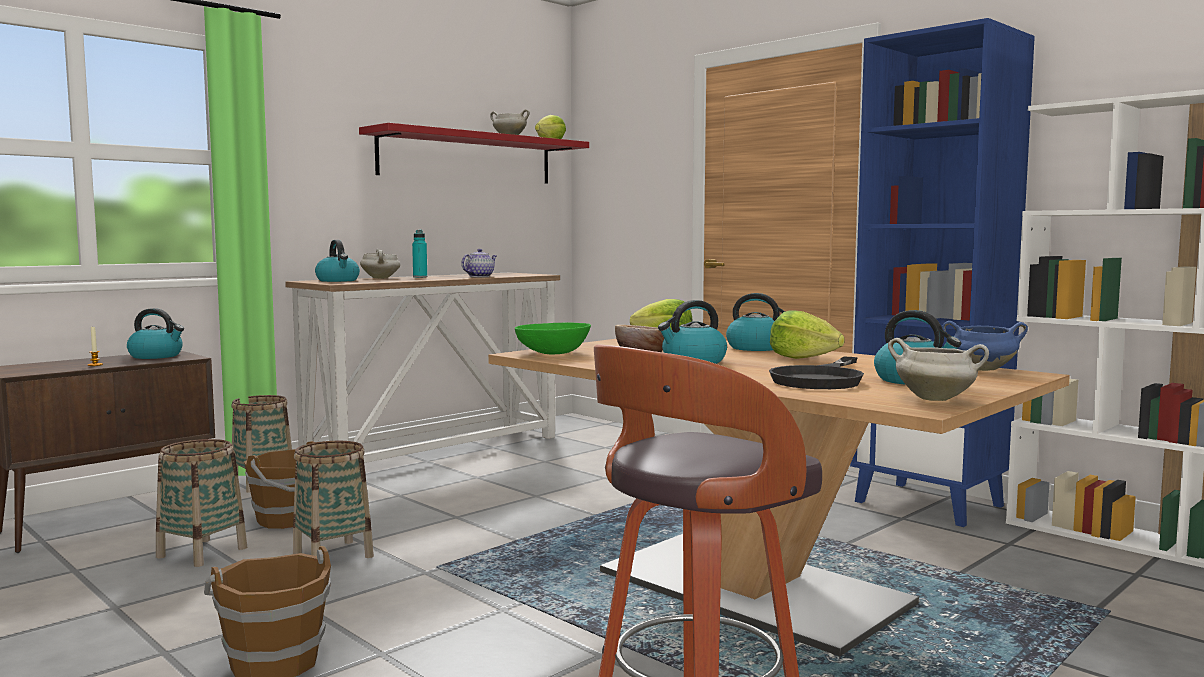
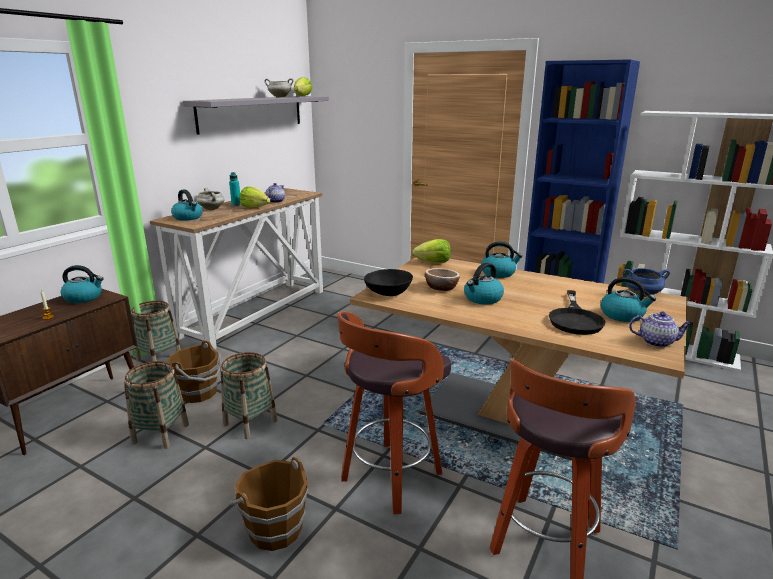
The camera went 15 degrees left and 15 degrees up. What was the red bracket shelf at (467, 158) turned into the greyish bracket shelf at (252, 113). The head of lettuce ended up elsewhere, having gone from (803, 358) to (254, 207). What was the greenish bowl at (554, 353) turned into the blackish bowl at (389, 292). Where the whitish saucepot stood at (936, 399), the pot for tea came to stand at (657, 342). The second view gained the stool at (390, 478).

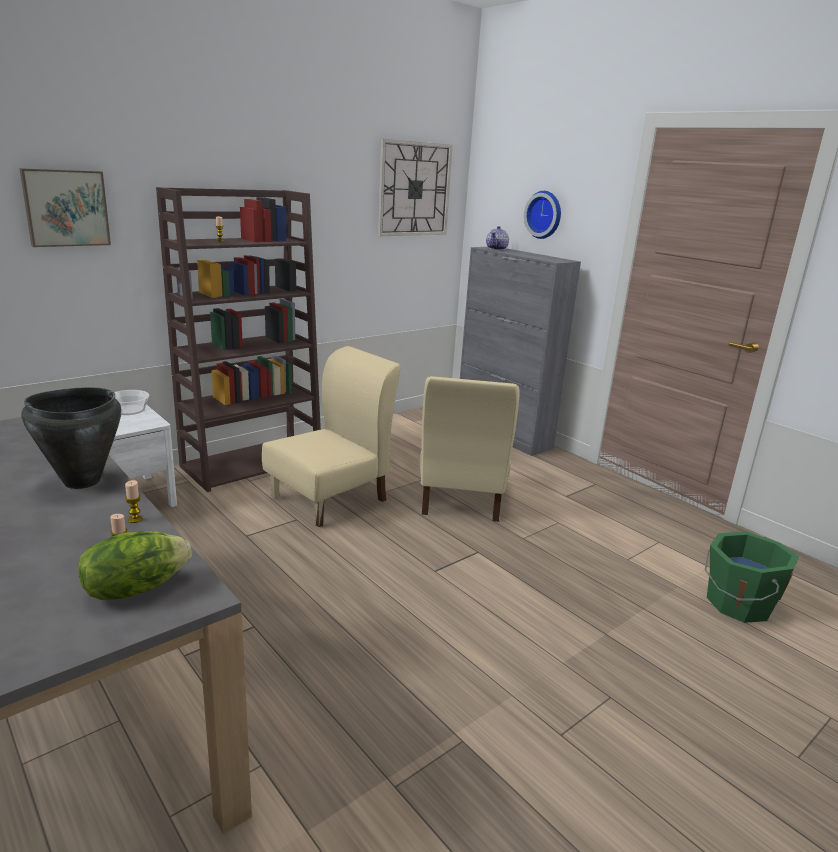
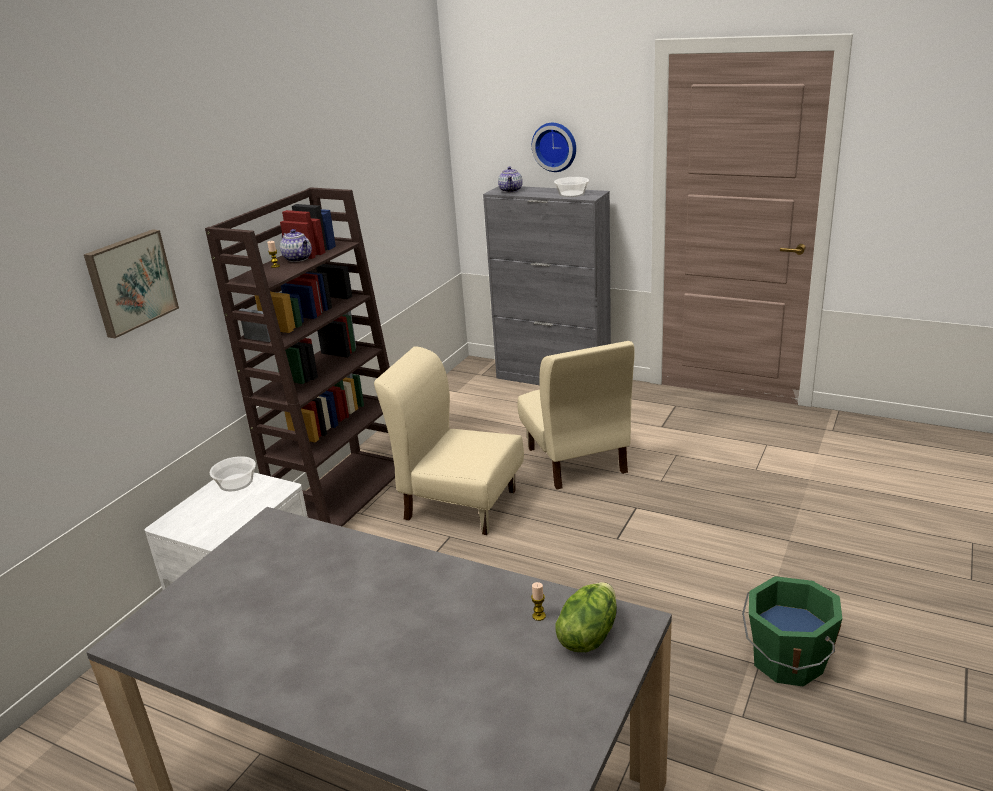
The camera went 20 degrees left and 5 degrees up. The second view lost the hanging clock at (414, 189). The beige-coloured plain chair at (330, 499) ended up facing another way, 90 degrees counterclockwise from before. The second view lost the blackish saucepot at (81, 481). The second view lost the wax light at (135, 519). The greenish water bucket ended up elsewhere, having gone from (737, 604) to (787, 661). The second view gained the bowl at (572, 194). The second view gained the pot for tea at (298, 259).

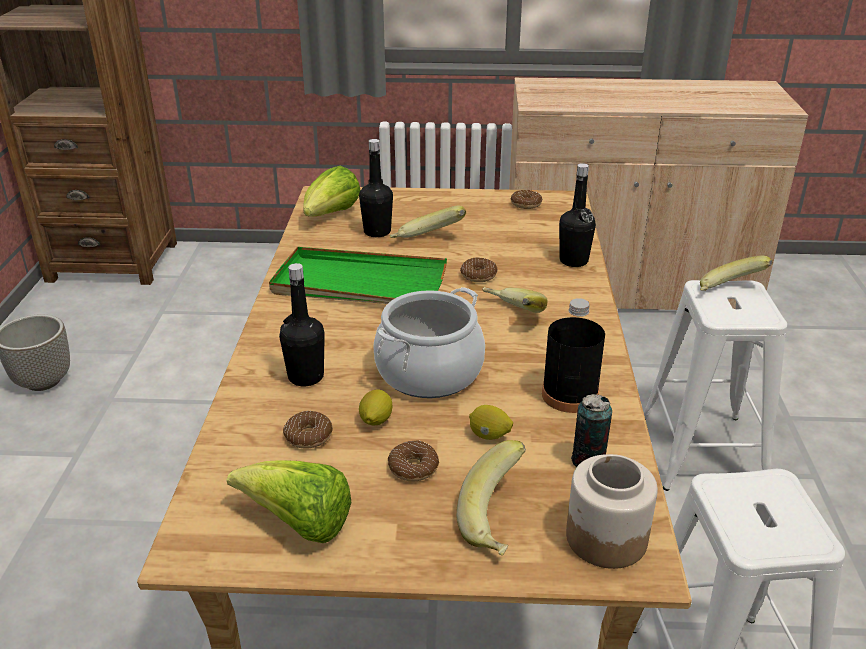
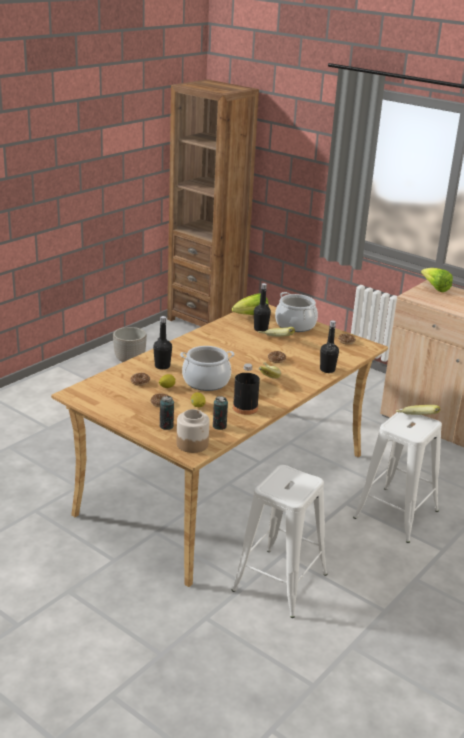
The camera went 35 degrees right and 5 degrees down. The second view lost the greenish tray at (358, 284). Where the banana fruit stood at (499, 521), the metal can came to stand at (166, 426). The head of lettuce ended up elsewhere, having gone from (298, 524) to (435, 288). The second view gained the saucepot at (295, 325).

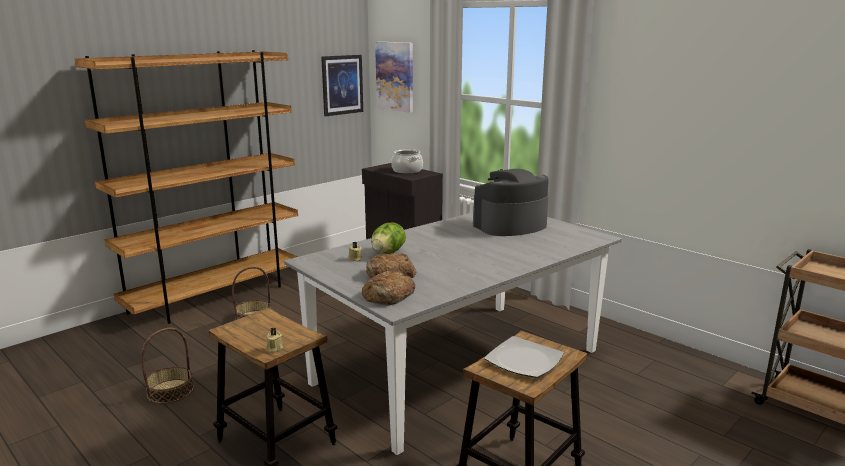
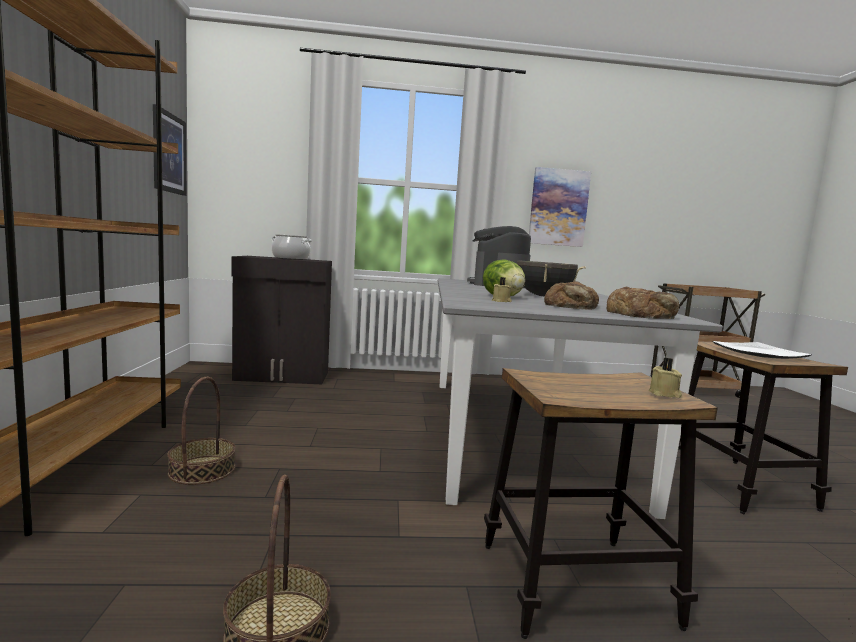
The camera went 50 degrees left and 10 degrees down. The picture ended up elsewhere, having gone from (395, 76) to (558, 207). The second view gained the blackish saucepot at (543, 296).

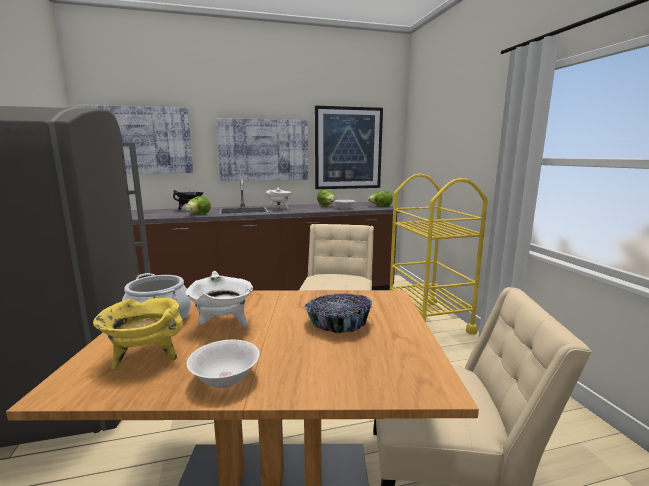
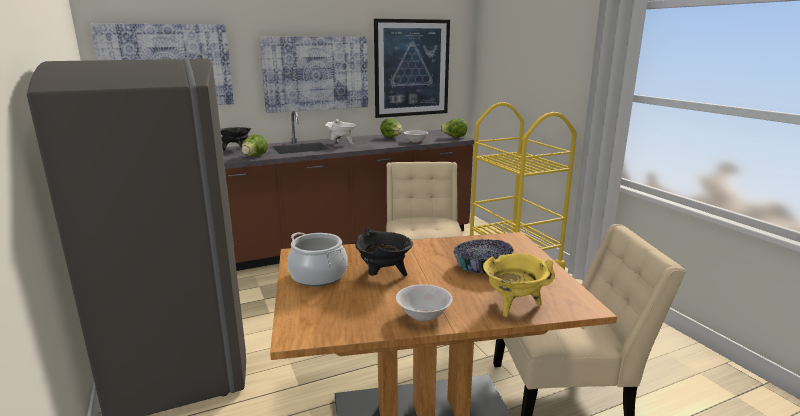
The camera went 10 degrees left and 5 degrees up. What was the whitish saucepot at (223, 326) turned into the blackish saucepot at (383, 276). The yellow saucepot ended up elsewhere, having gone from (145, 358) to (513, 306).

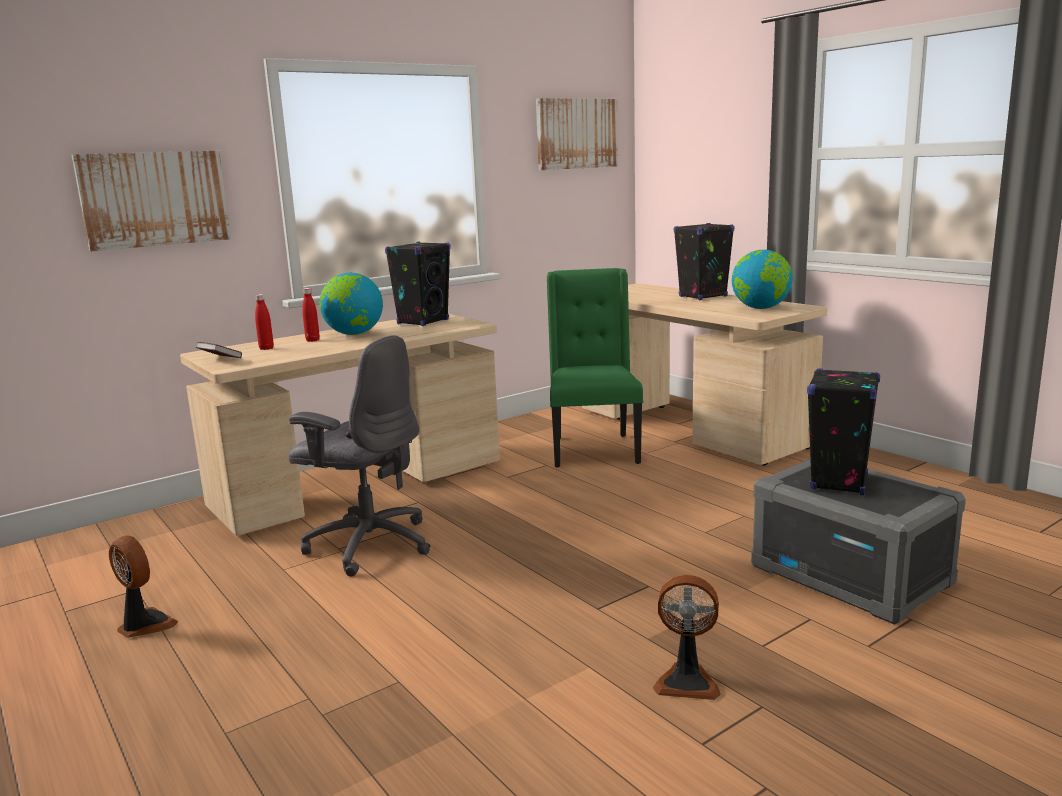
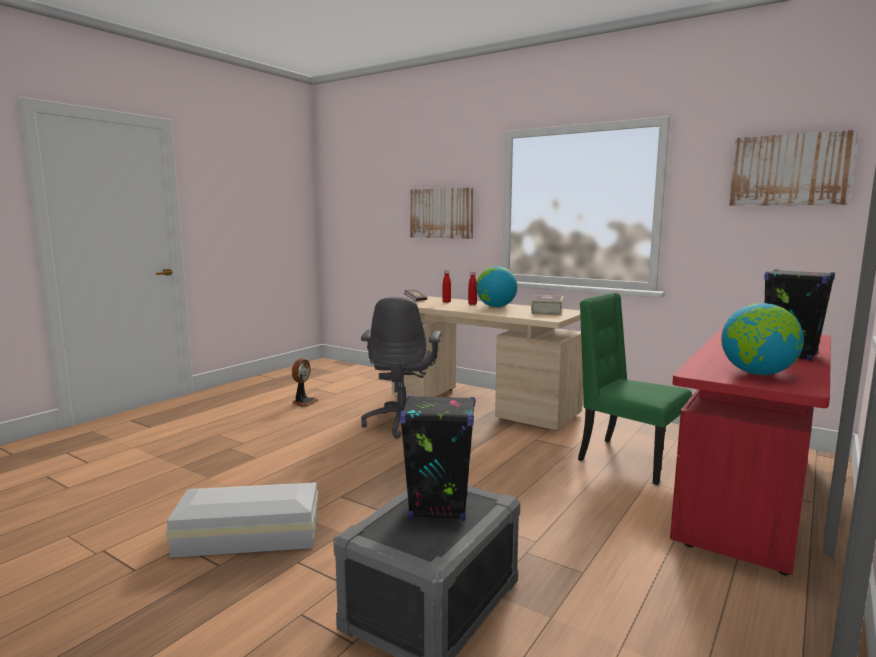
The camera went 70 degrees right and 5 degrees down. Where the blackish loudspeaker stood at (423, 322), the book came to stand at (547, 311). The greenish plain chair at (593, 450) ended up facing another way, 120 degrees counterclockwise from before. What was the beige-coloured desk at (689, 429) turned into the red desk at (748, 496). Where the electric fan stood at (687, 681), the whitish storage container came to stand at (250, 535).

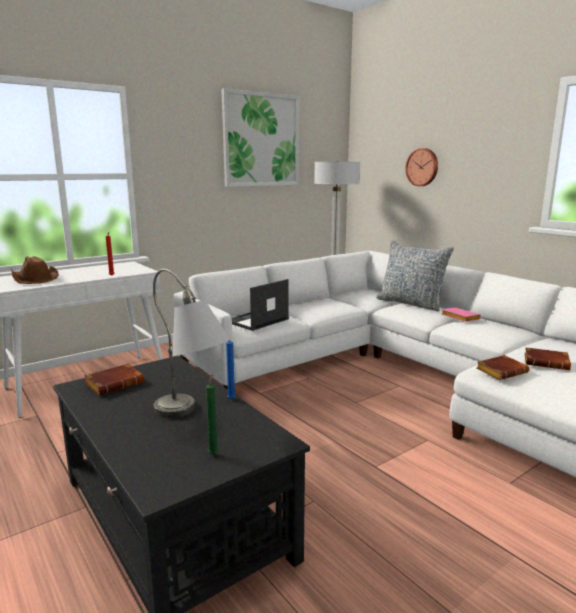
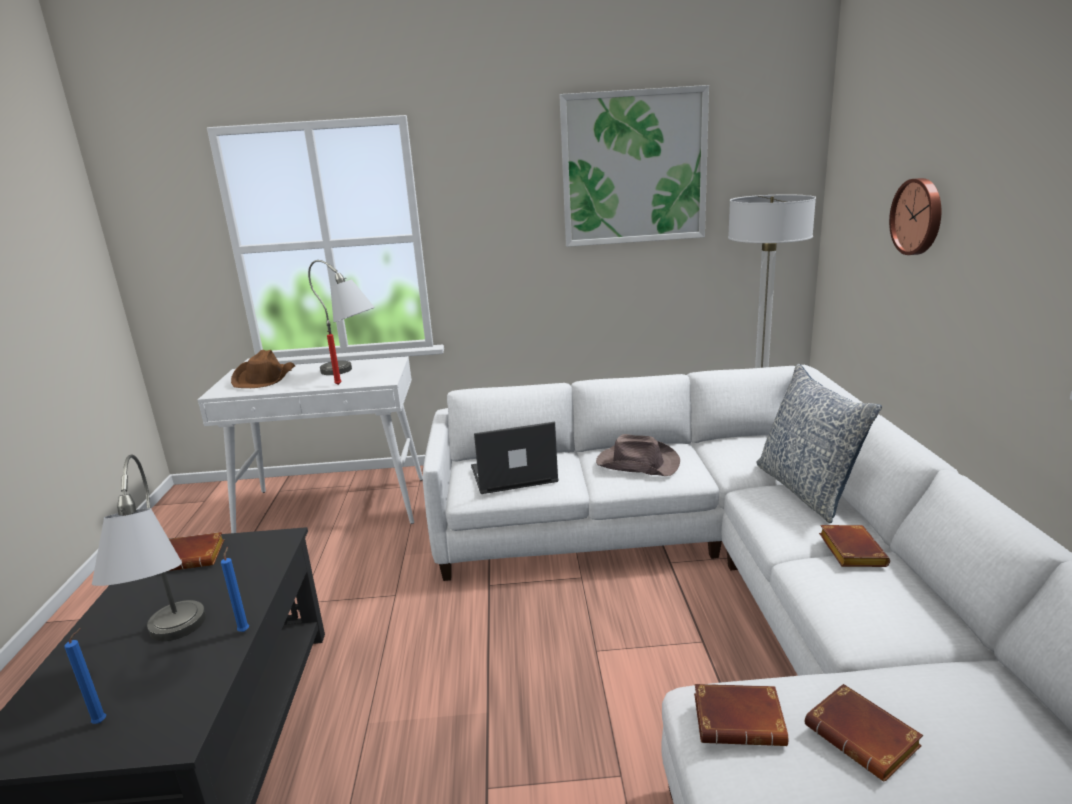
The camera went 35 degrees right and 5 degrees up. What was the pinkish book at (458, 317) turned into the brown-coloured book at (849, 550). What was the greenish wax light at (214, 453) turned into the blue wax light at (102, 721). The second view gained the greyish lamp for a table at (352, 372). The second view gained the brown-coloured wearable hat at (636, 463).

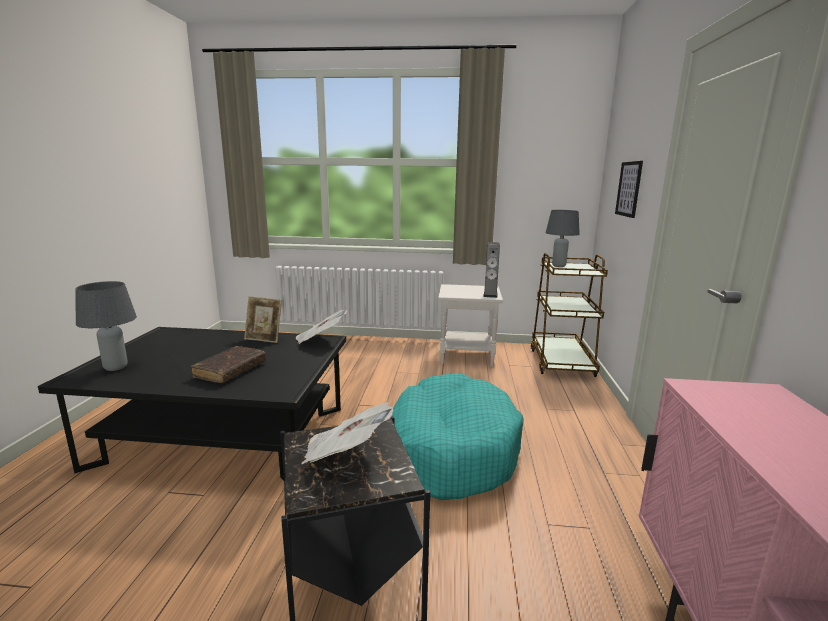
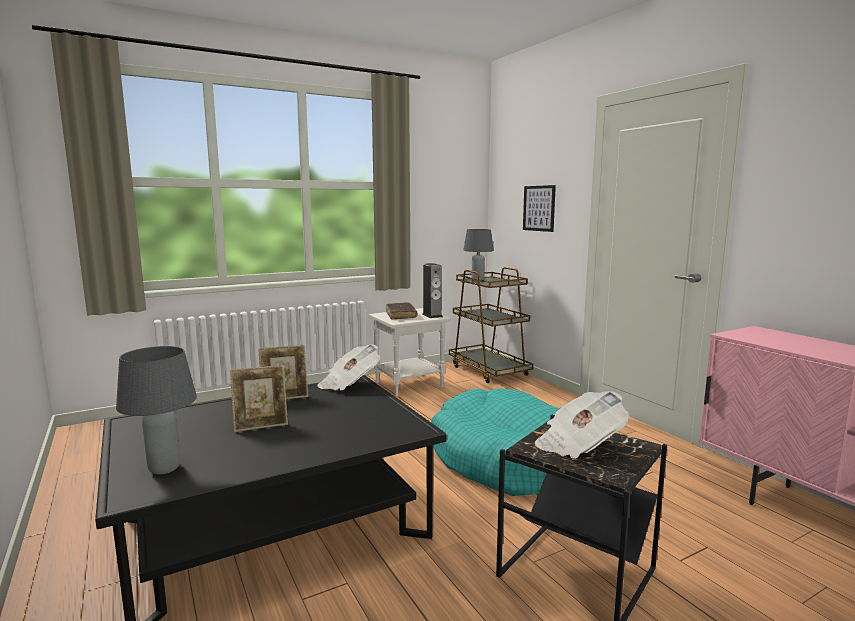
The camera went 35 degrees left and 5 degrees down. The brown-coloured book ended up elsewhere, having gone from (230, 370) to (401, 315). The second view gained the standing frame at (261, 425).

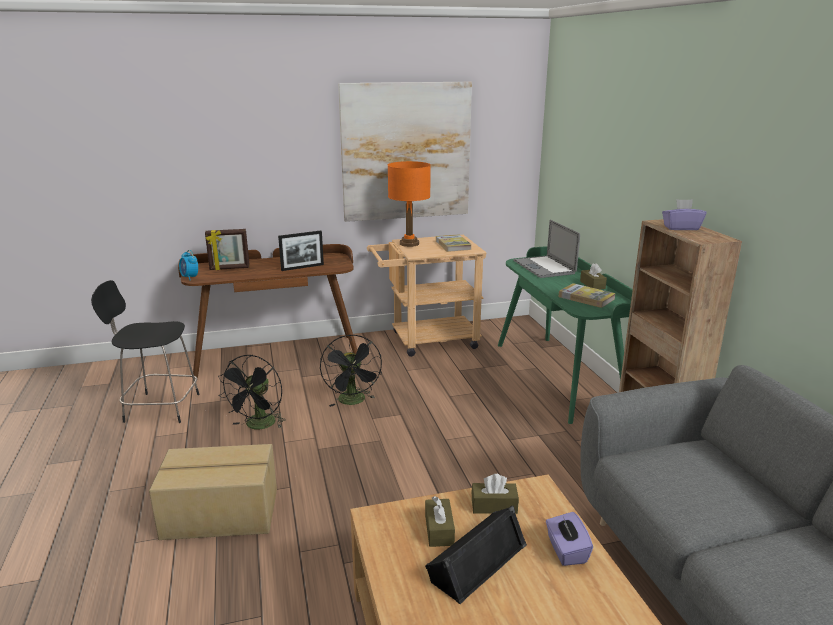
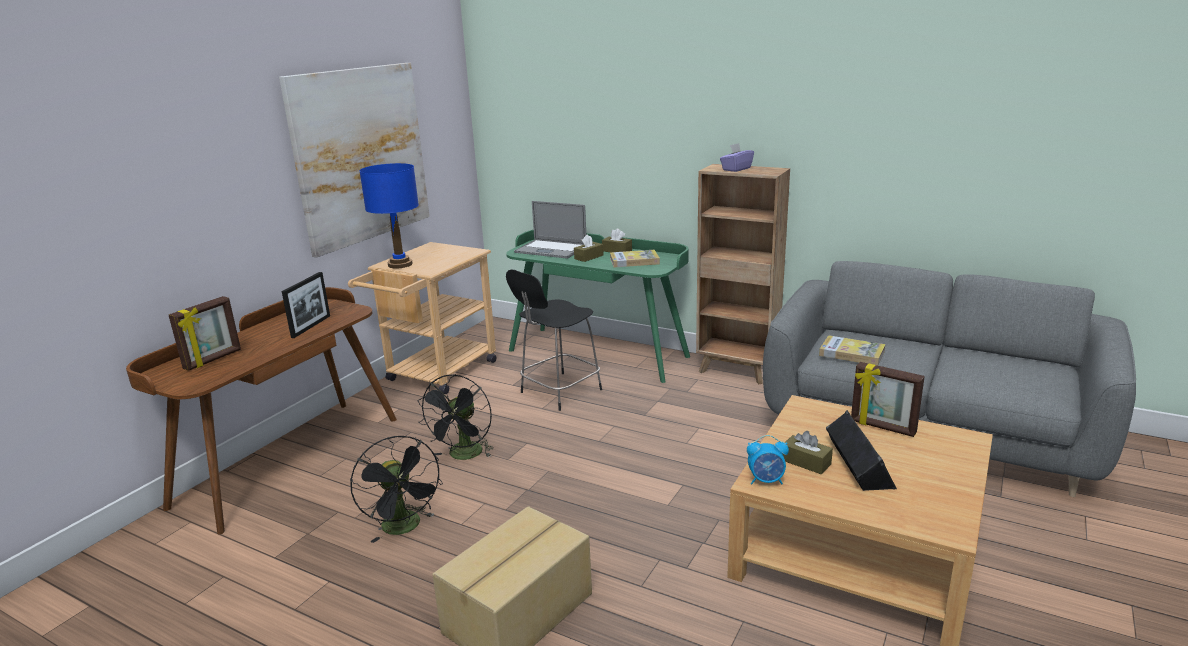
The camera went 45 degrees left and 0 degrees up. What was the orange lamp for a table at (409, 244) turned into the blue lamp for a table at (400, 264). The book ended up elsewhere, having gone from (453, 245) to (851, 353). The alarm clock ended up elsewhere, having gone from (190, 277) to (766, 480). The blackish stool ended up elsewhere, having gone from (159, 407) to (558, 392). The blackish electric fan at (353, 402) ended up facing another way, 75 degrees clockwise from before. The brown-coloured box of tissues ended up elsewhere, having gone from (494, 506) to (589, 257). Where the purple box of tissues stood at (566, 551), the standing frame came to stand at (882, 427).

